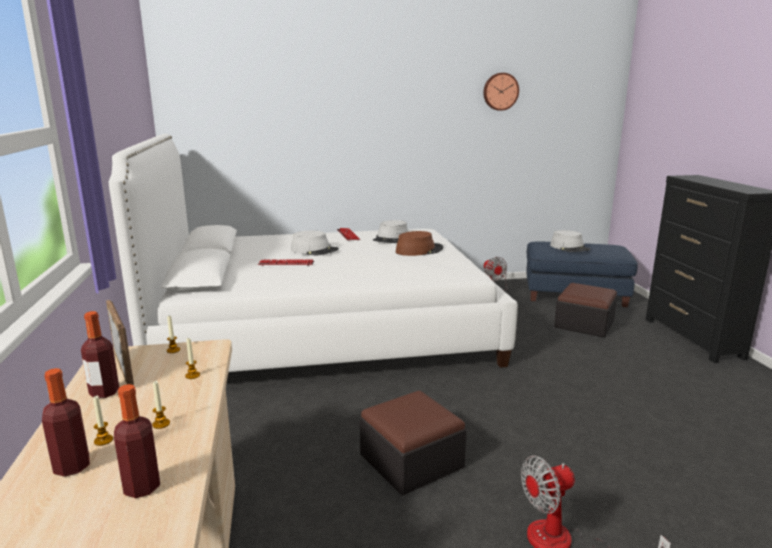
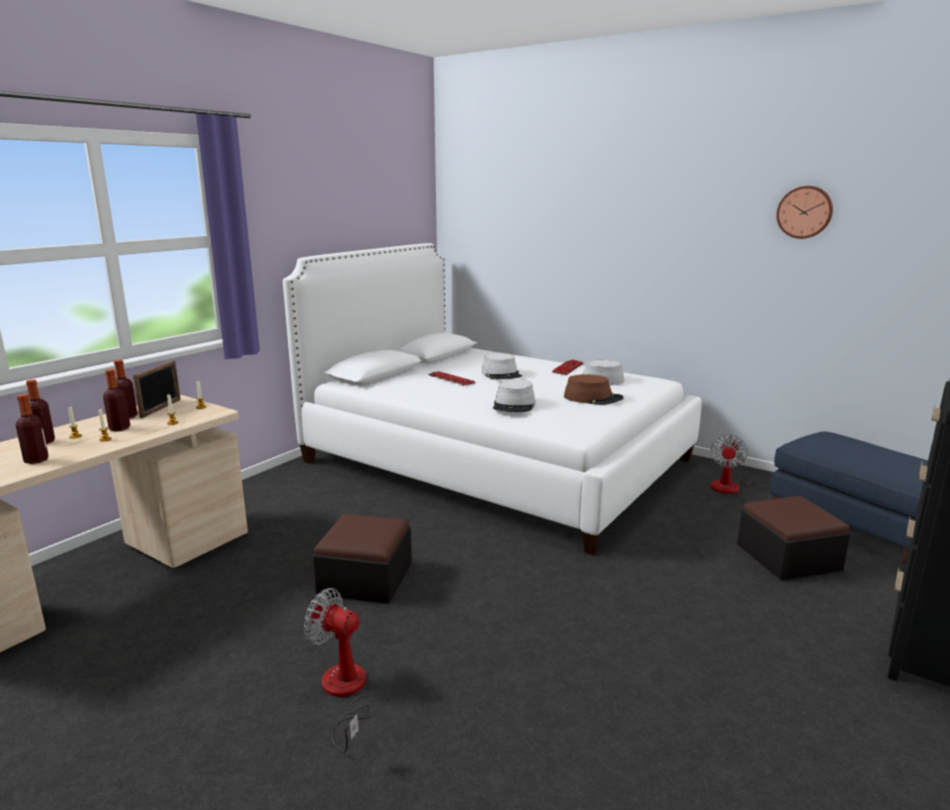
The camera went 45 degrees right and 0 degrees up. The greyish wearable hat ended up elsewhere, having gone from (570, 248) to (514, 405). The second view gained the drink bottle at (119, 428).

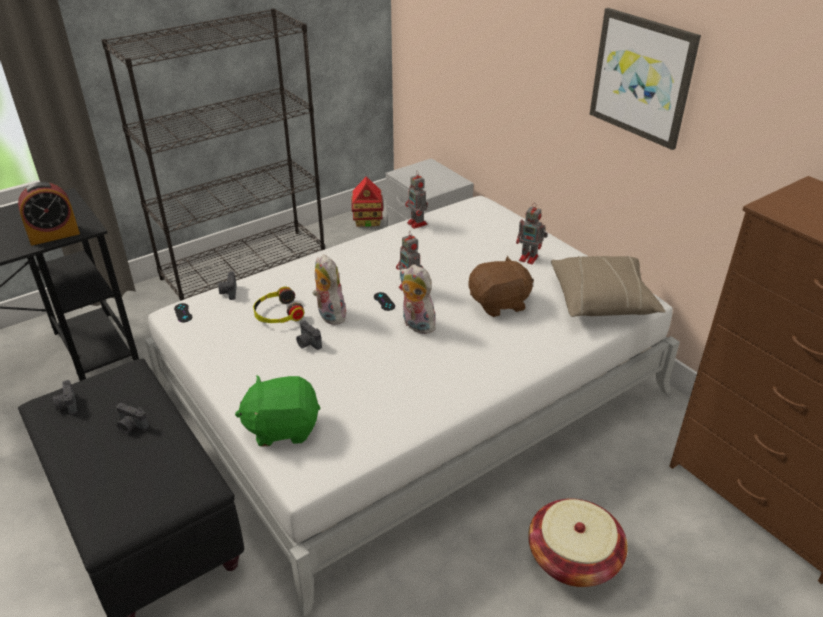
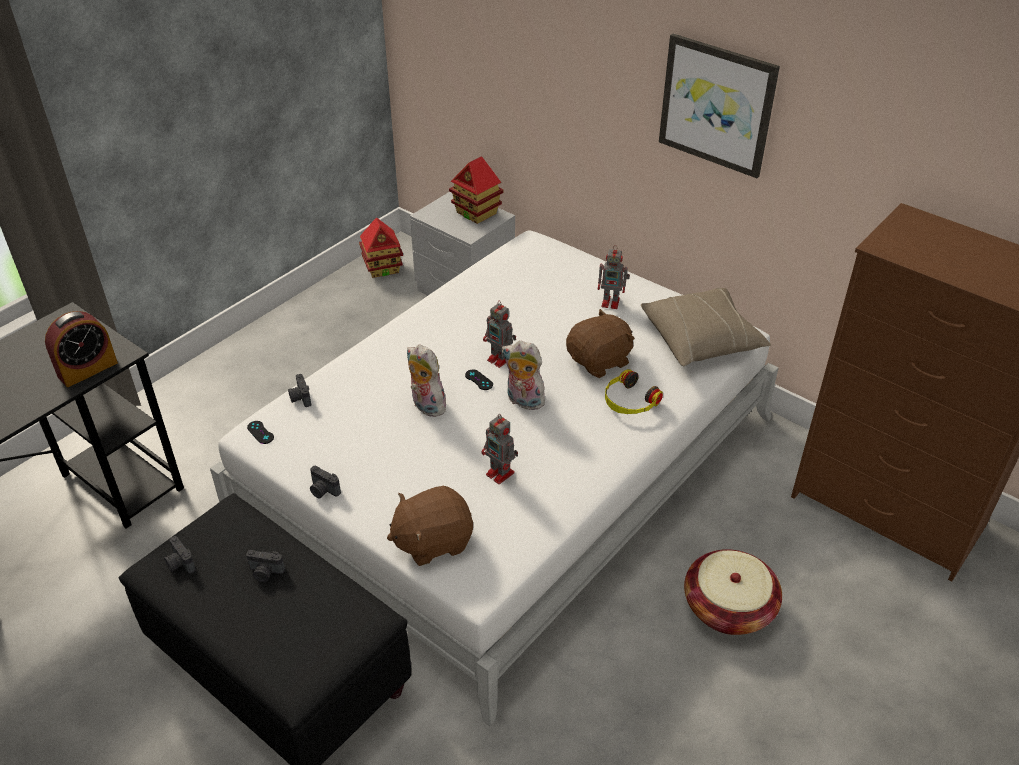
The camera went 15 degrees left and 5 degrees up. The second view lost the blackish shelving unit at (245, 266). The model robot ended up elsewhere, having gone from (417, 224) to (501, 474). The headset ended up elsewhere, having gone from (277, 314) to (629, 401). The photo camera ended up elsewhere, having gone from (308, 343) to (323, 491). What was the greenish cuddly toy at (282, 427) turned into the brown-coloured cuddly toy at (432, 541). The second view gained the model house at (476, 213).

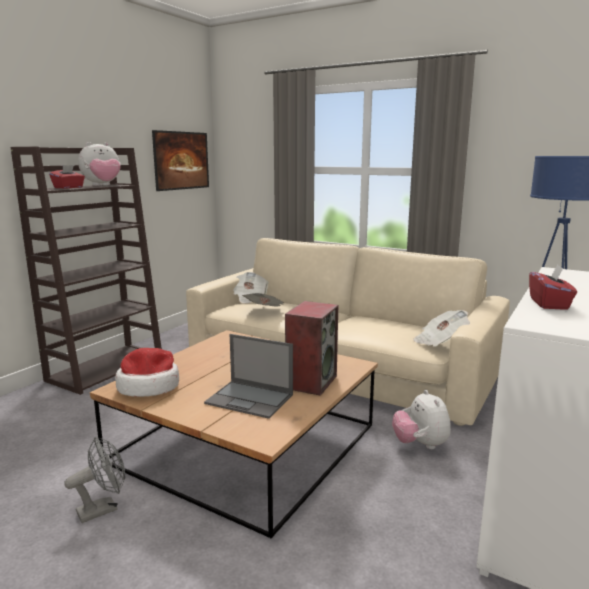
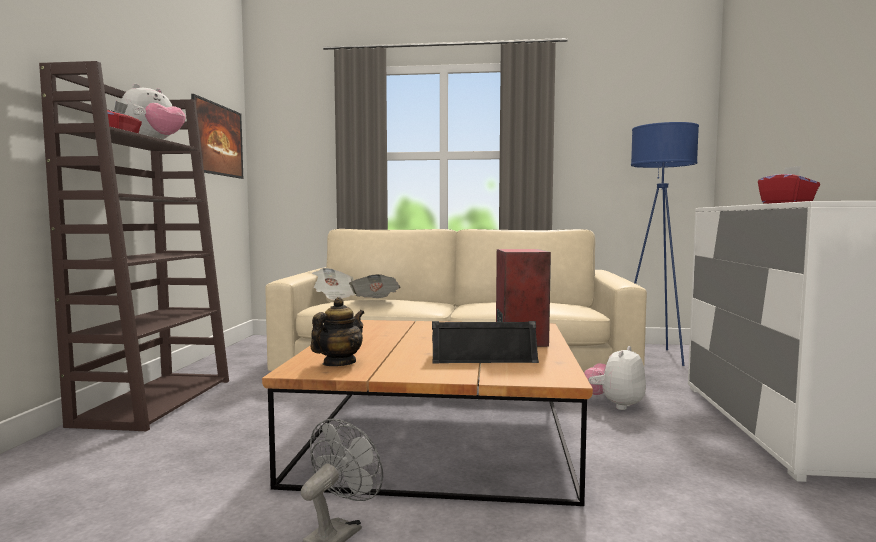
The camera went 25 degrees left and 10 degrees down. The second view lost the printed paper at (440, 341). Where the laptop stood at (250, 399), the blackish loudspeaker came to stand at (483, 357). Where the wearable hat stood at (149, 386), the pot for tea came to stand at (339, 363). The cuddly toy at (420, 444) ended up facing another way, 75 degrees clockwise from before.

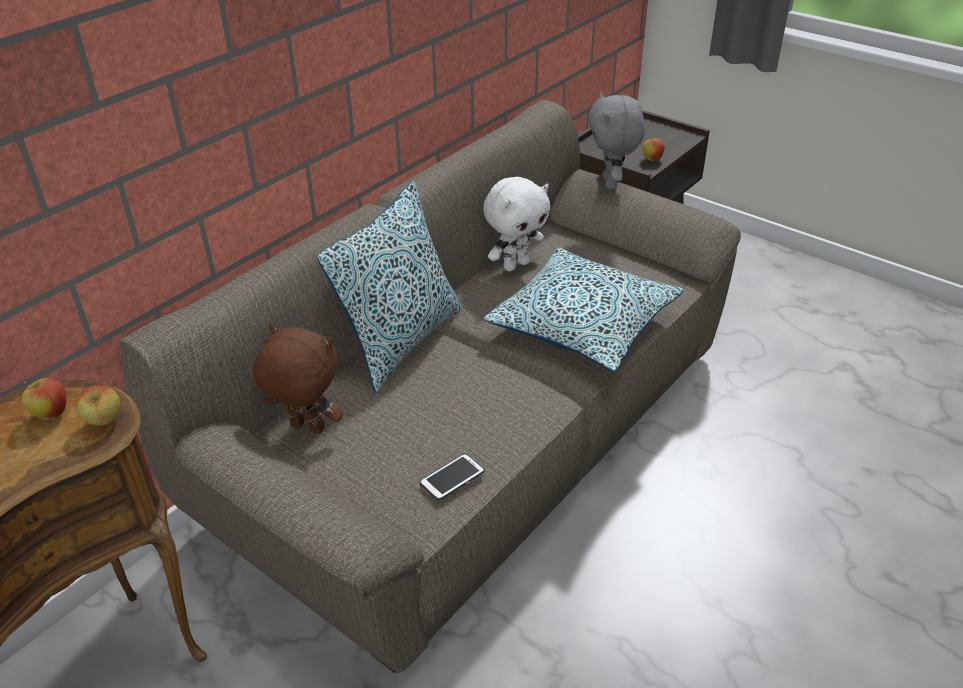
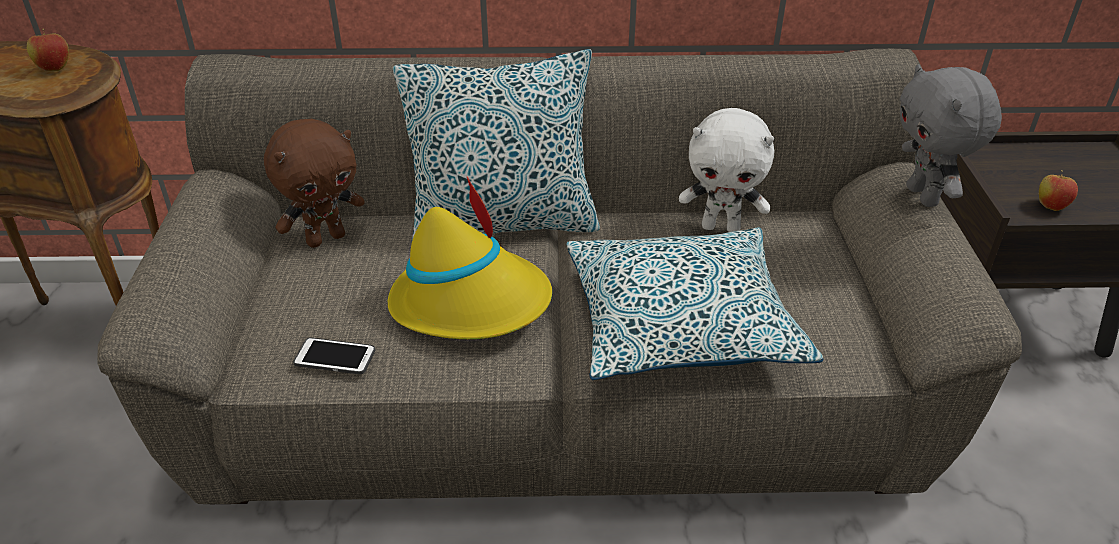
The camera went 50 degrees right and 0 degrees up. The greyish cuddly toy at (611, 183) ended up facing another way, 60 degrees counterclockwise from before. The brown-coloured cuddly toy at (306, 428) ended up facing another way, 75 degrees clockwise from before. The second view lost the apple fruit at (105, 422). The second view gained the yellow wearable hat at (471, 302).

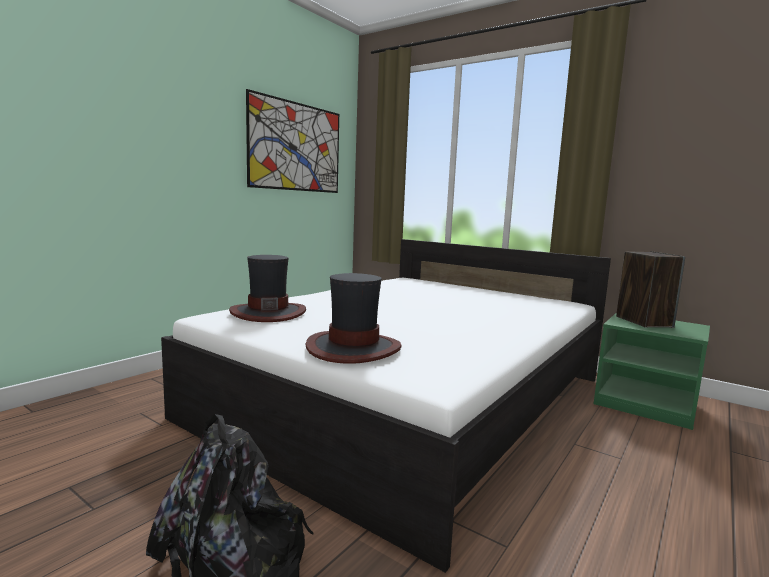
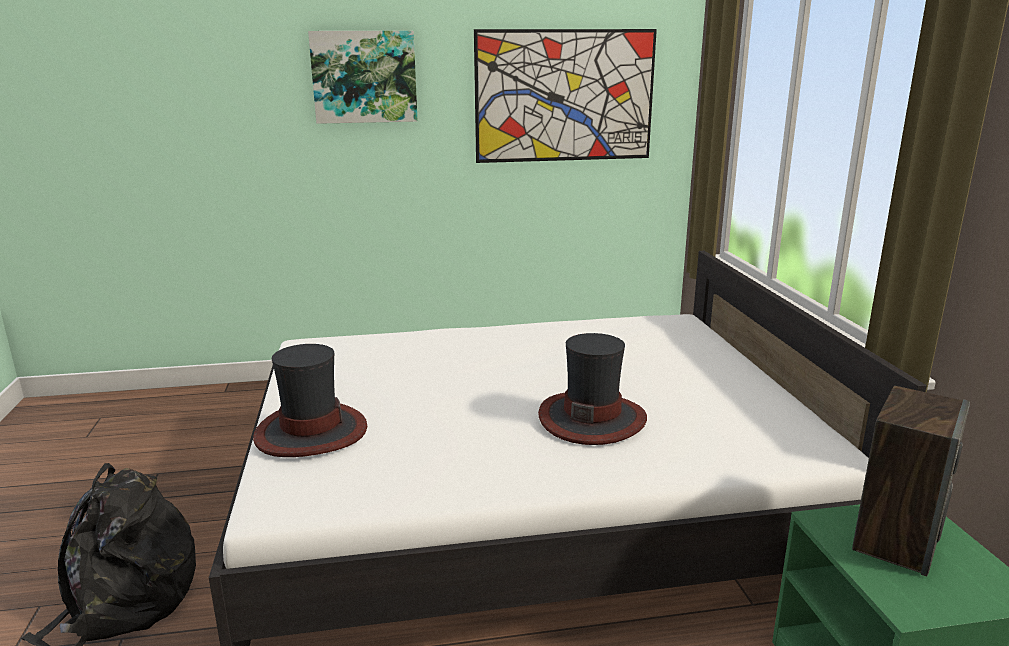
The camera went 45 degrees right and 10 degrees up. The wearable hat ended up elsewhere, having gone from (268, 313) to (592, 418). The second view gained the picture at (364, 77).

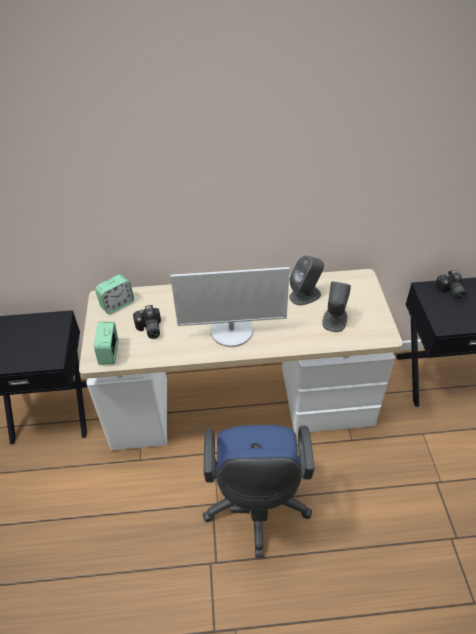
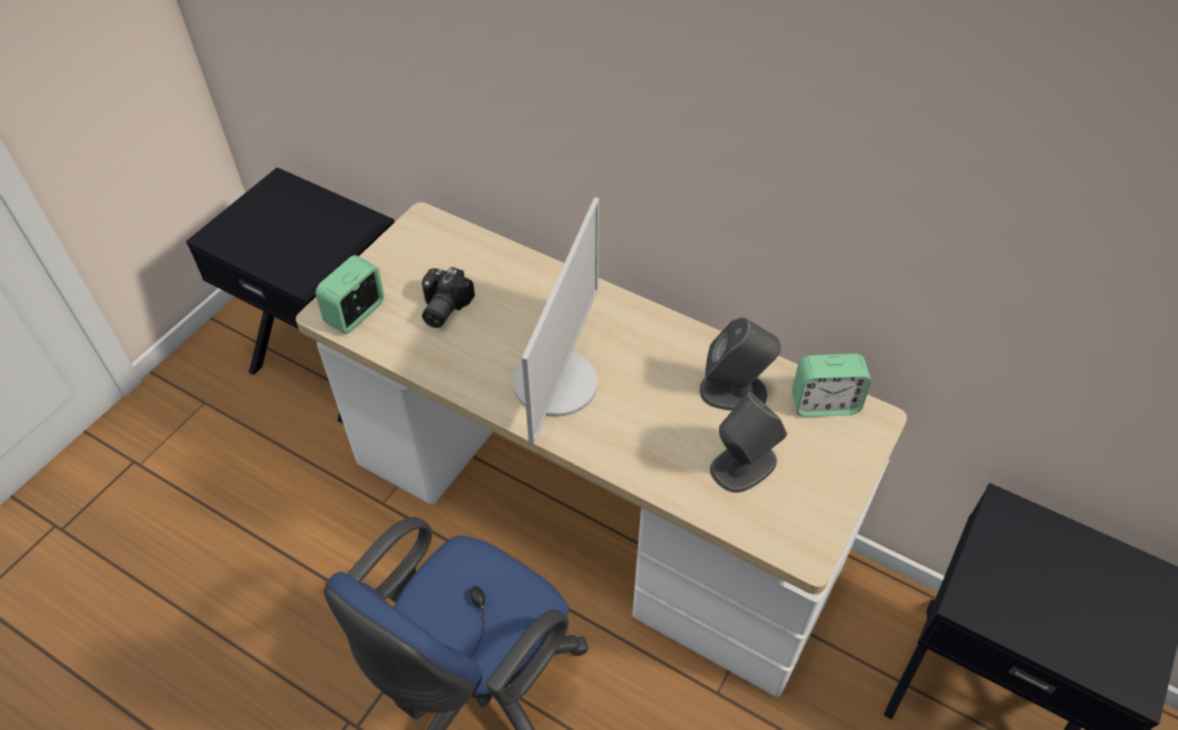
The camera went 35 degrees right and 5 degrees up. The computer screen at (232, 331) ended up facing another way, 105 degrees counterclockwise from before. The second view lost the photo camera at (450, 292). The alarm clock ended up elsewhere, having gone from (117, 304) to (824, 403).

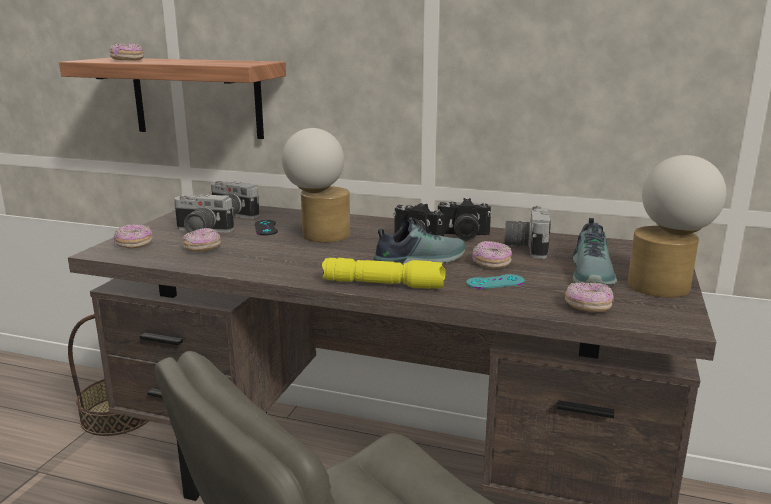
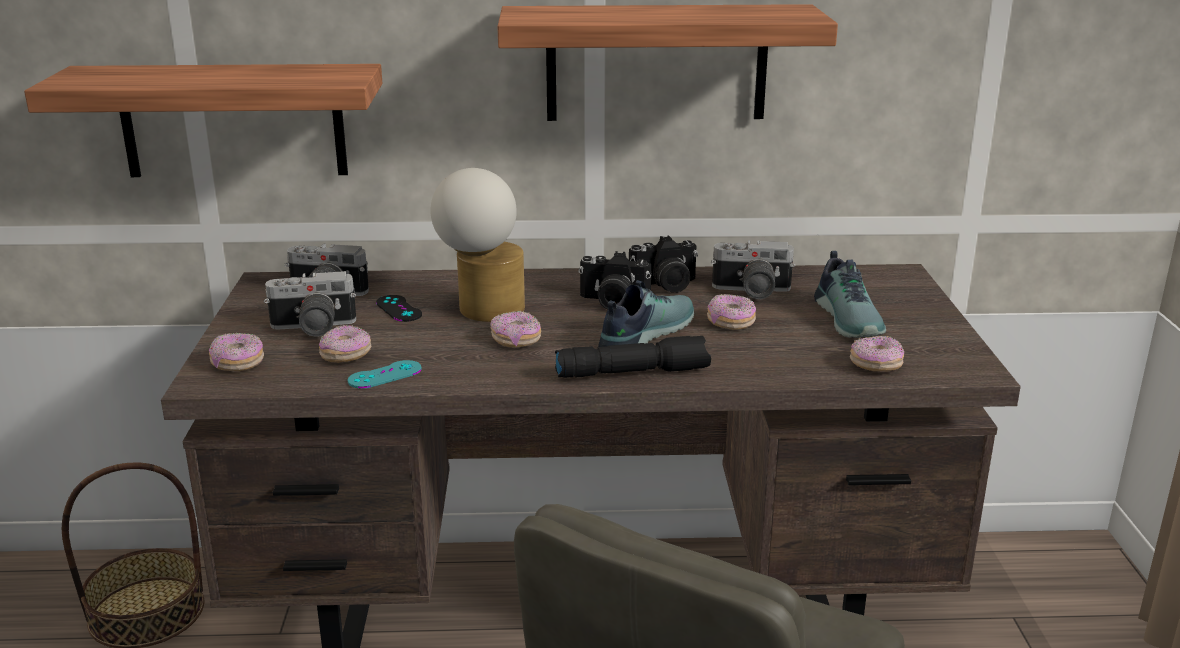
The camera went 20 degrees left and 5 degrees up. The donut ended up elsewhere, having gone from (127, 60) to (516, 340). The second view lost the lamp for a table at (667, 285). The photo camera at (525, 247) ended up facing another way, 75 degrees counterclockwise from before. What was the yellow torch at (384, 284) turned into the blackish torch at (633, 372). The blue-green joypad ended up elsewhere, having gone from (495, 282) to (385, 375). The second view gained the bracket shelf at (656, 63).

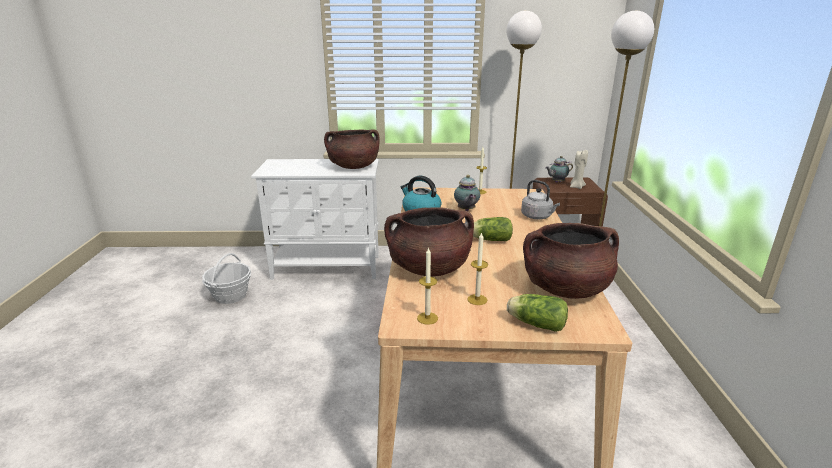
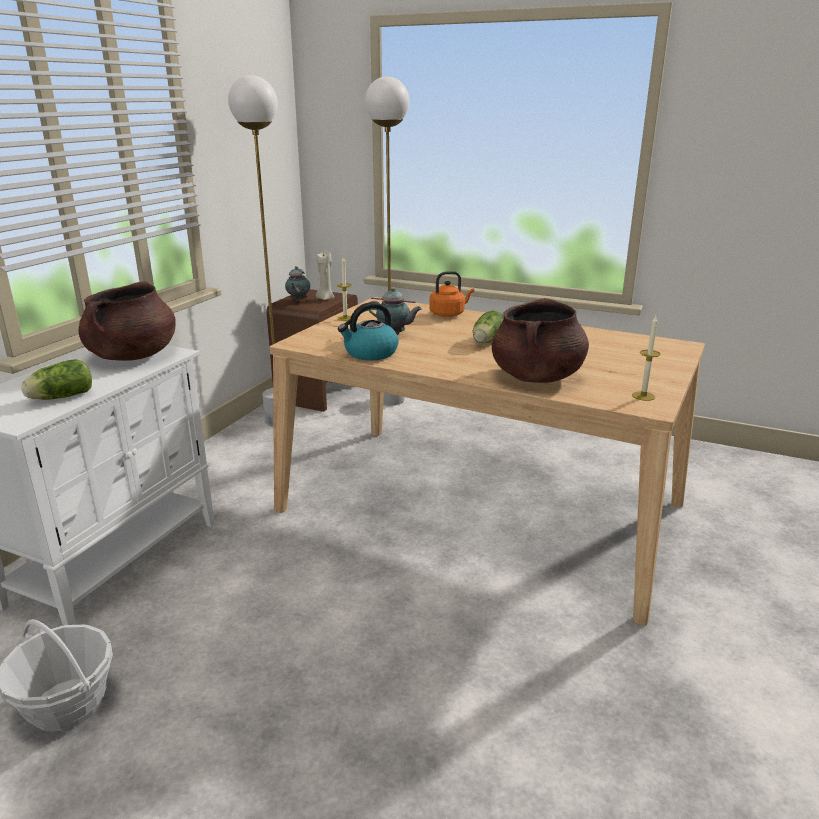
The camera went 65 degrees left and 0 degrees up. What was the greyish kettle at (537, 217) turned into the orange kettle at (449, 314). The second view lost the brown-coloured saucepot at (565, 289). The second view lost the wax light at (477, 299). The head of lettuce ended up elsewhere, having gone from (534, 323) to (60, 397).

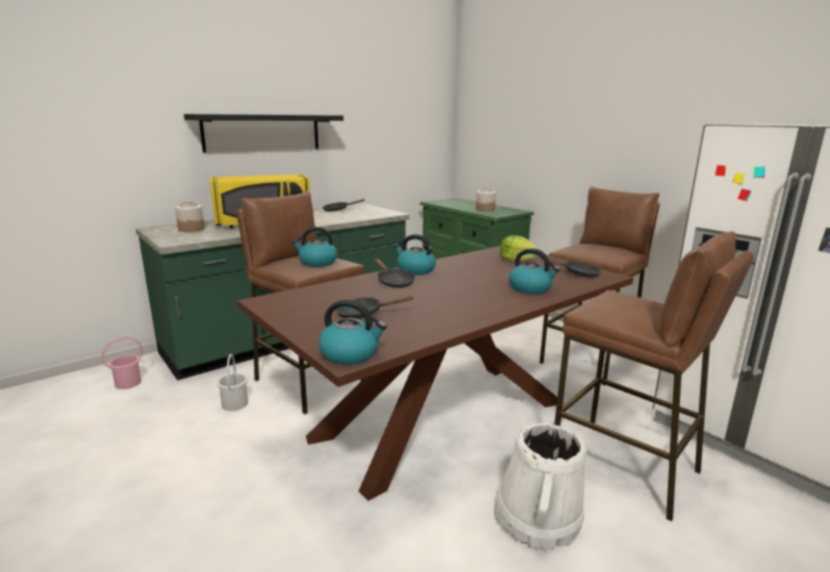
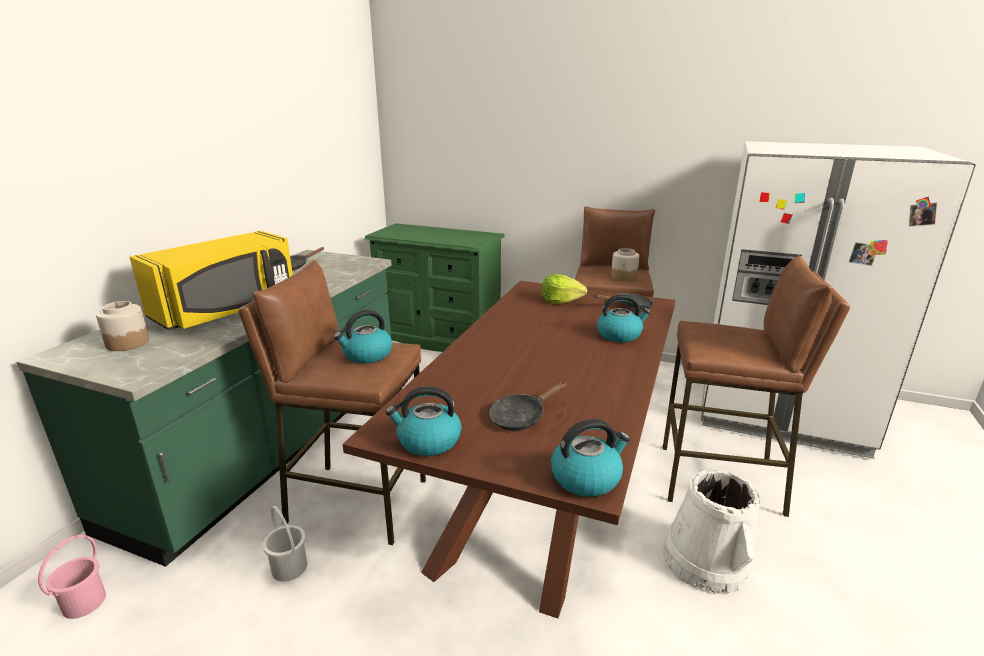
The camera went 30 degrees left and 5 degrees up. The second view lost the blackish bracket shelf at (262, 132). The jar ended up elsewhere, having gone from (485, 209) to (624, 277). The kettle ended up elsewhere, having gone from (415, 270) to (428, 441). The second view lost the blackish pan at (393, 282).

